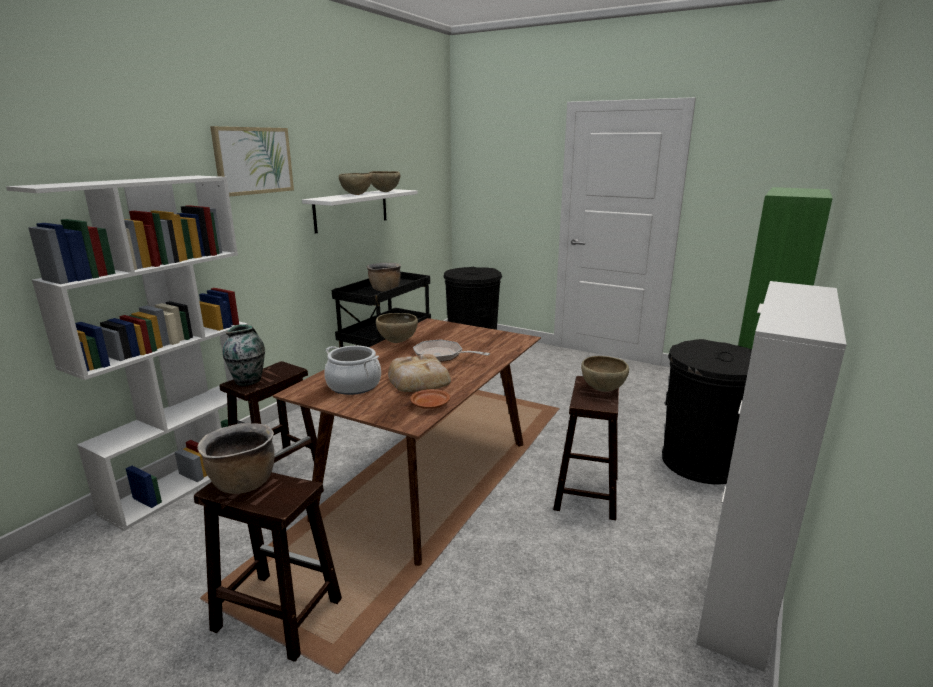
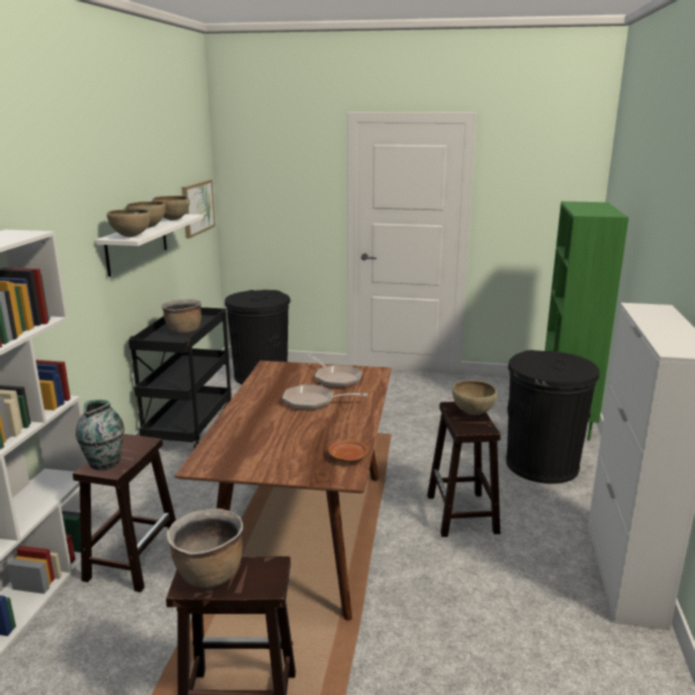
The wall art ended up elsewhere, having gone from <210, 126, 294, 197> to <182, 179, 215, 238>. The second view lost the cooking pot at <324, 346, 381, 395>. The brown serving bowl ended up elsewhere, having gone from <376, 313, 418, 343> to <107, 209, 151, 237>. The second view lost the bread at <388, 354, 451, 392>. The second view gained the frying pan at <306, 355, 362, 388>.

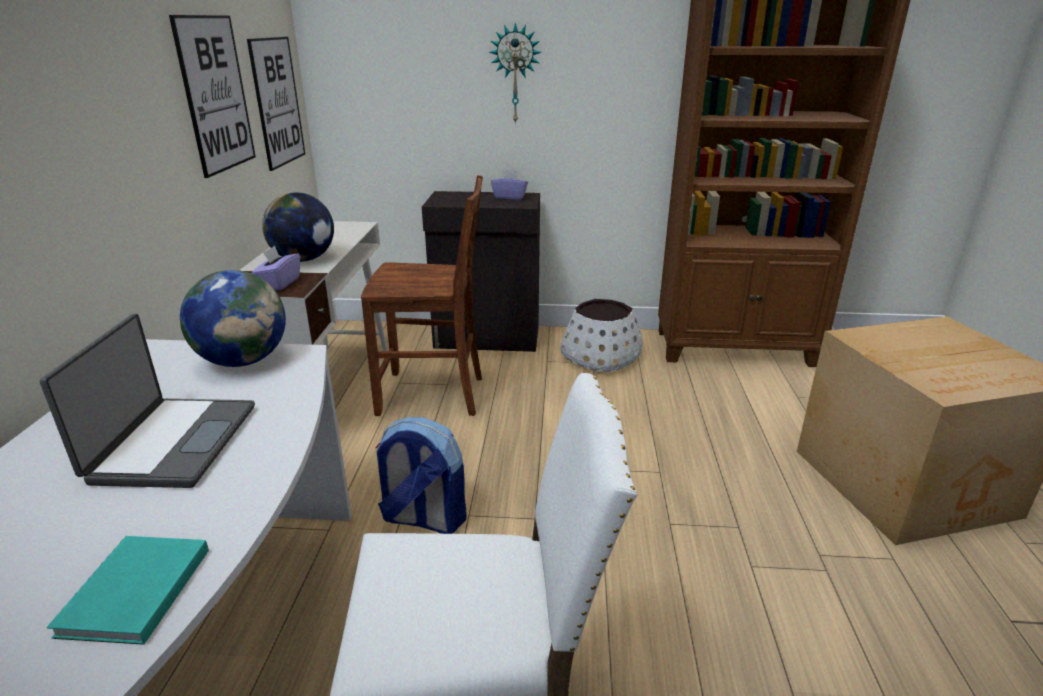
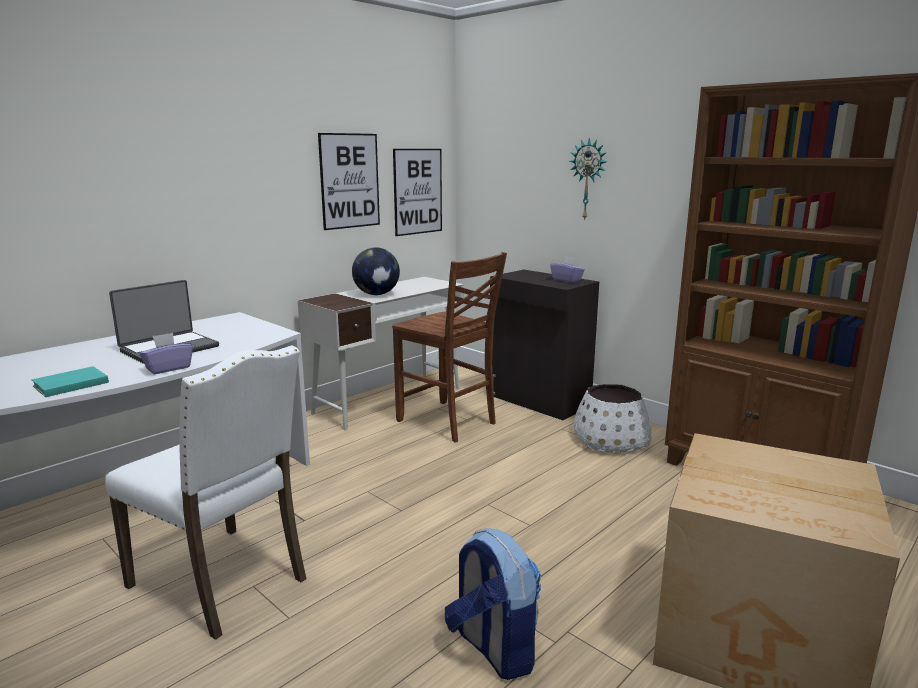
The second view lost the desk globe at <180, 270, 286, 367>. The purple tissue box ended up elsewhere, having gone from <252, 245, 300, 291> to <139, 333, 193, 374>. The backpack ended up elsewhere, having gone from <375, 417, 467, 534> to <445, 528, 541, 680>.

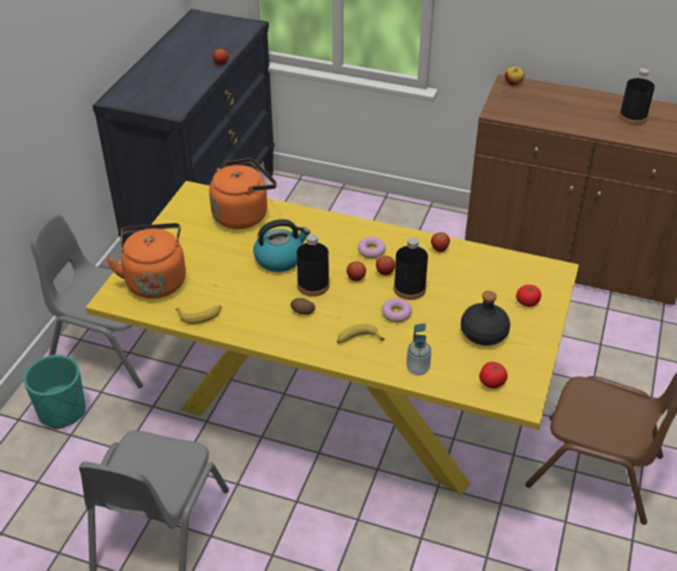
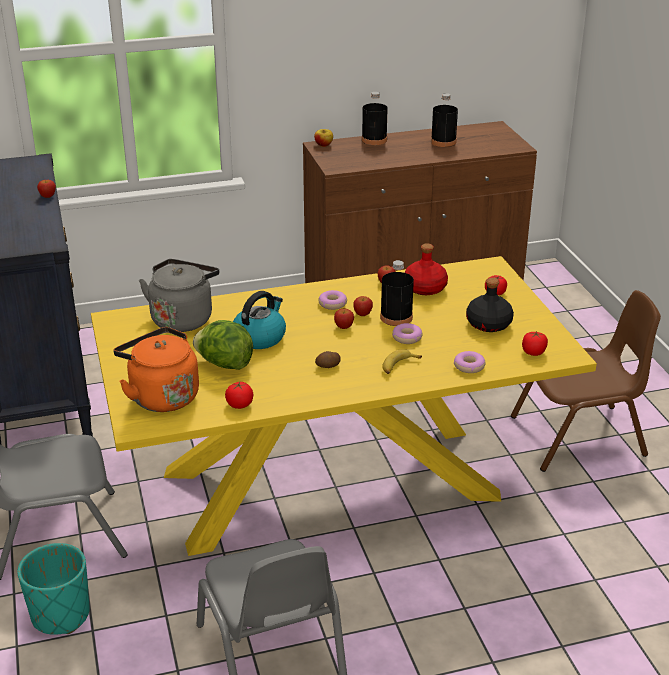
Where the whole banana stood at <175, 305, 222, 324>, the tomato came to stand at <225, 382, 253, 409>. What was the orange-coloured kettle at <209, 158, 277, 229> turned into the gray kettle at <139, 259, 219, 332>. The black-coloured bottle ended up elsewhere, having gone from <297, 234, 329, 297> to <362, 92, 388, 145>. Where the liquid soap bottle stood at <406, 323, 432, 375>, the doughnut came to stand at <454, 351, 486, 373>. The second view gained the lettuce head at <193, 320, 253, 370>. The second view gained the red bottle at <405, 243, 448, 295>.

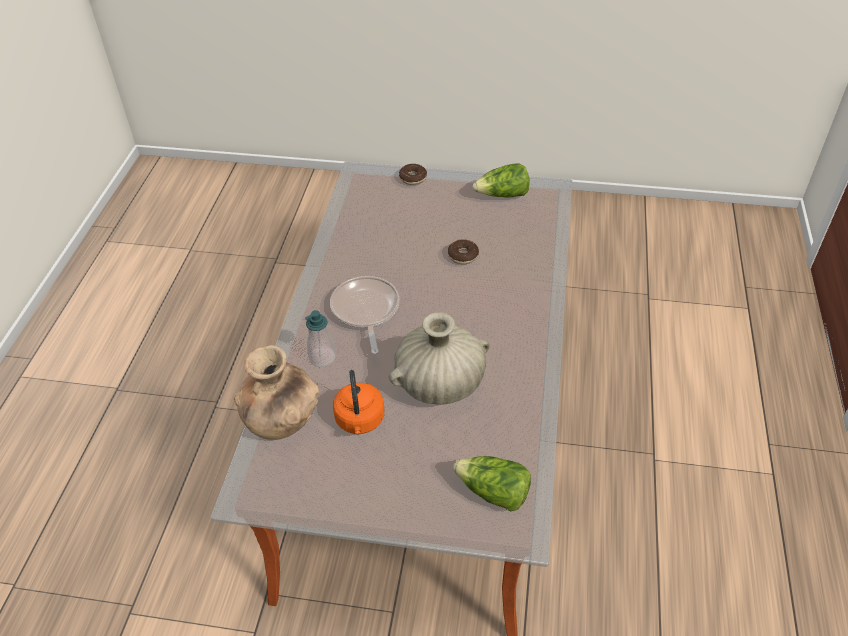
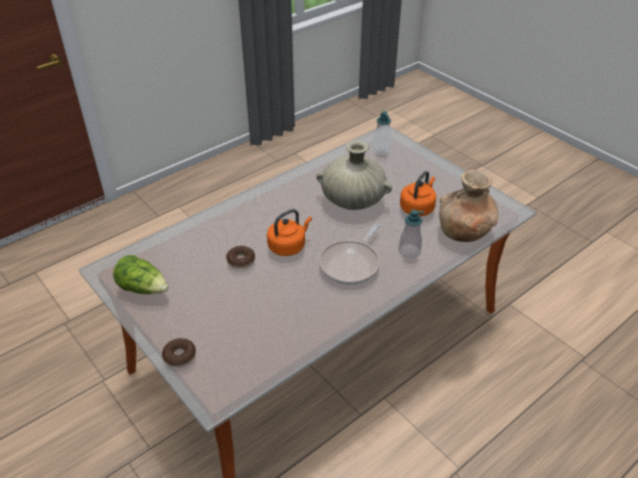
Where the lettuce head stood at <453, 456, 531, 511>, the liquid soap bottle came to stand at <372, 111, 391, 155>. The second view gained the orange-coloured kettle at <267, 209, 312, 256>.

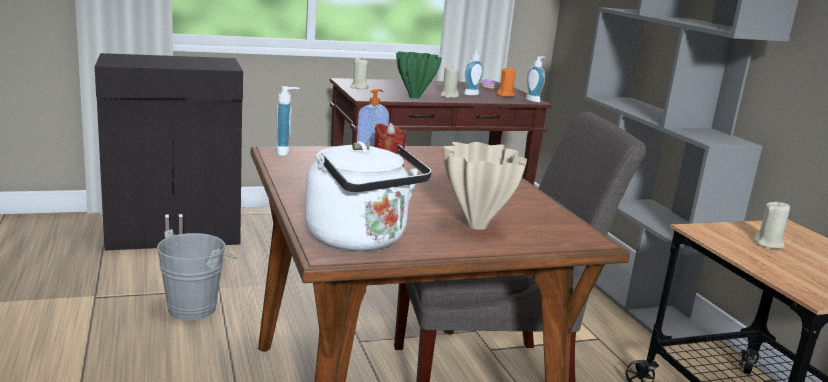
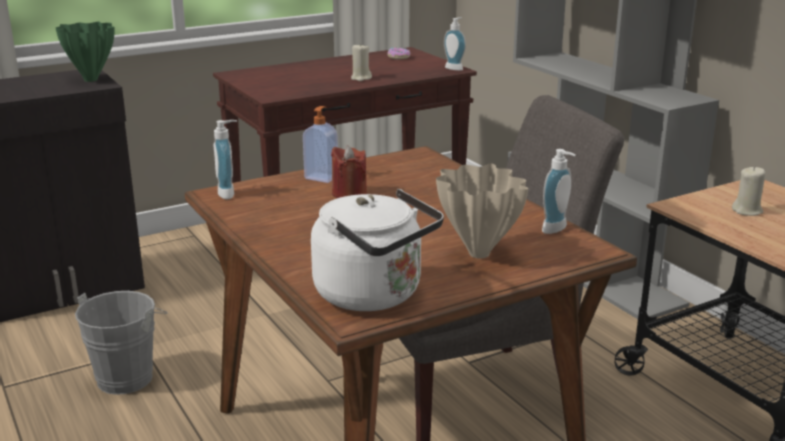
The second view lost the beige-coloured candle at <350, 57, 369, 89>. The greenish vase ended up elsewhere, having gone from <396, 51, 442, 99> to <56, 22, 115, 82>. The liquid soap bottle ended up elsewhere, having gone from <464, 50, 483, 95> to <542, 149, 576, 234>. The second view lost the orange-coloured candle at <497, 66, 516, 97>.

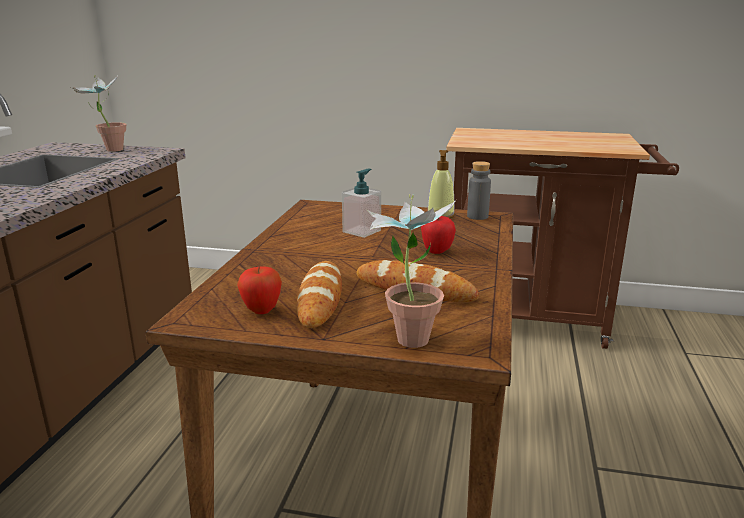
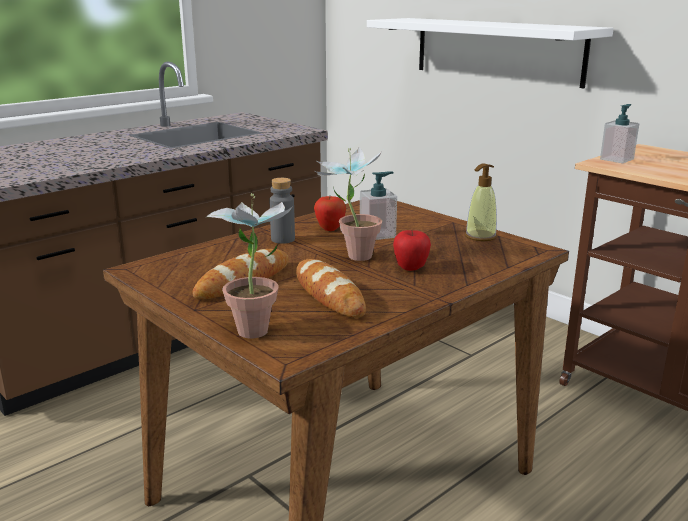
The plant in a pot ended up elsewhere, having gone from <71, 75, 126, 152> to <313, 147, 383, 261>. The apple ended up elsewhere, having gone from <237, 267, 282, 314> to <314, 196, 346, 231>. The gray bottle ended up elsewhere, having gone from <467, 161, 491, 220> to <270, 178, 295, 244>. The second view gained the white wall shelf at <367, 18, 614, 88>. The second view gained the liquid soap bottle at <600, 104, 639, 163>.

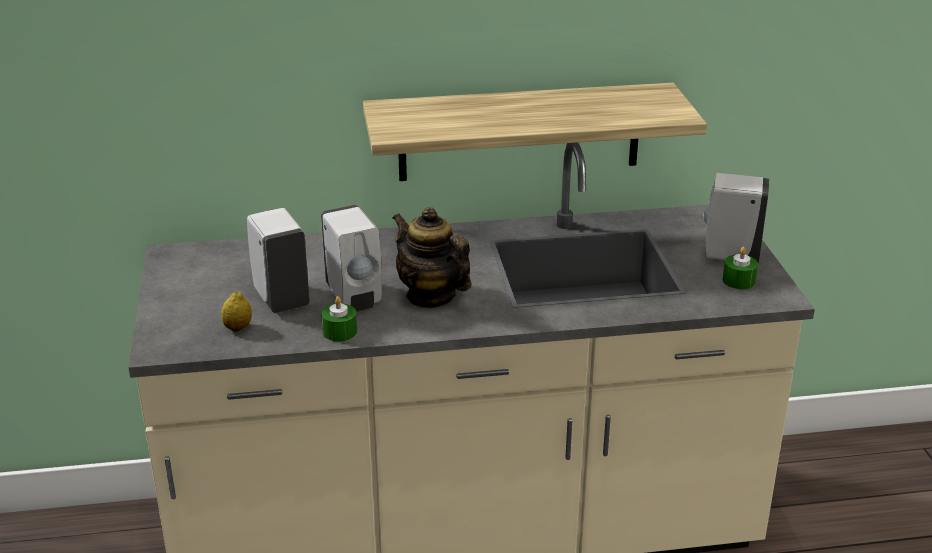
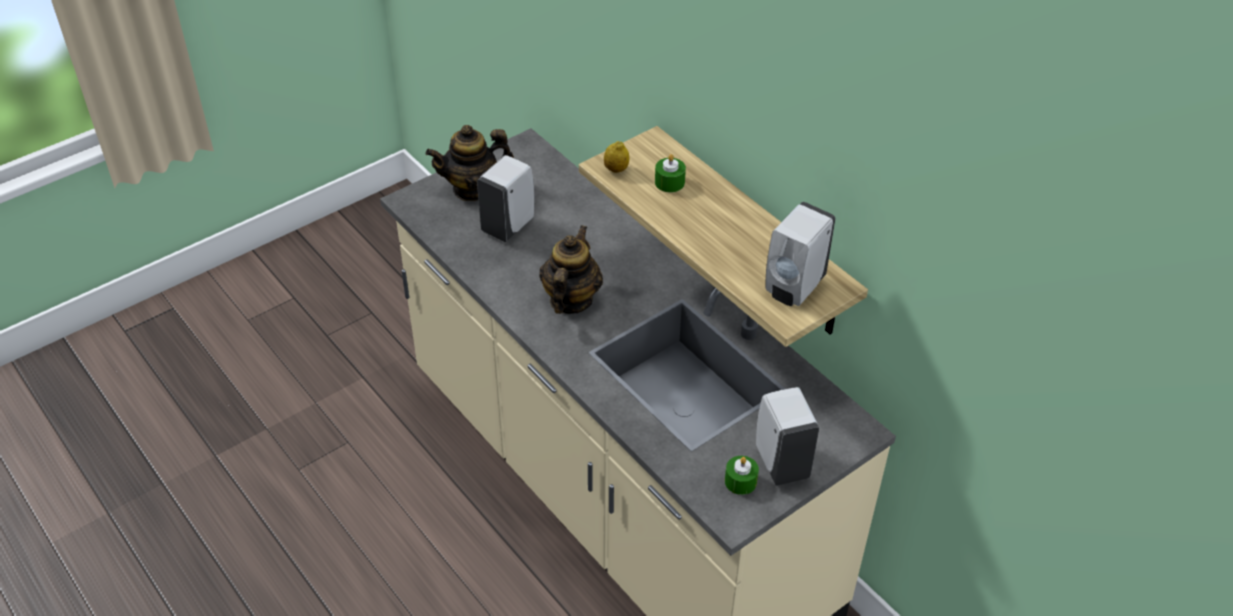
The citrus fruit ended up elsewhere, having gone from <221, 291, 252, 332> to <604, 141, 629, 173>. The white liquid soap bottle ended up elsewhere, having gone from <321, 205, 382, 311> to <765, 202, 835, 306>. The greenish candle ended up elsewhere, having gone from <321, 296, 357, 342> to <655, 154, 686, 193>. The second view gained the pot for tea at <426, 125, 514, 201>.

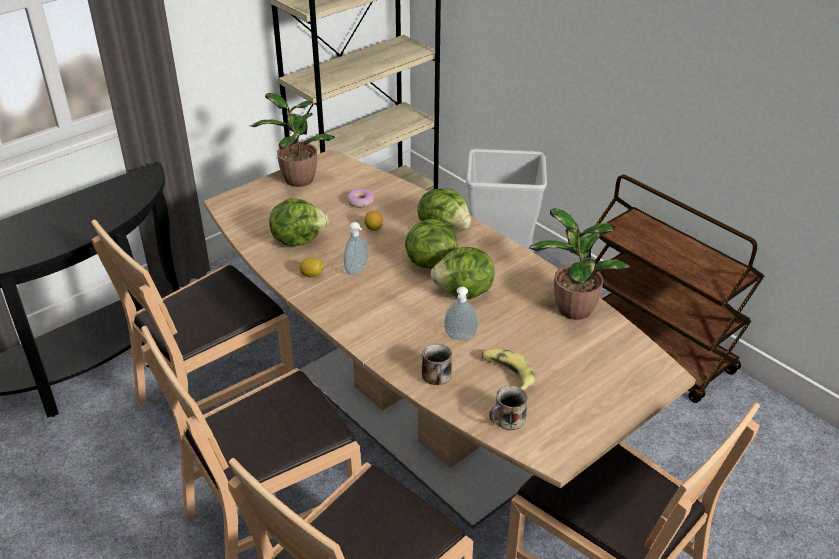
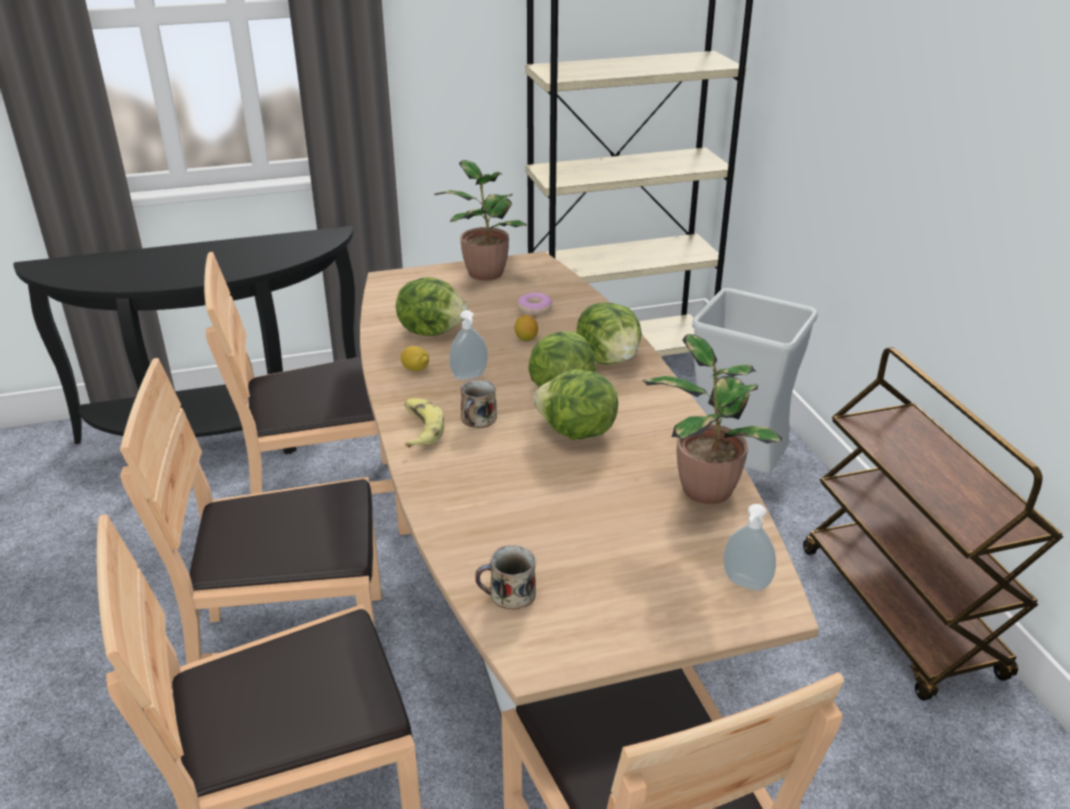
The mug ended up elsewhere, having gone from <422, 343, 452, 385> to <460, 379, 497, 428>. The liquid soap bottle ended up elsewhere, having gone from <444, 287, 478, 340> to <723, 504, 776, 591>. The whole banana ended up elsewhere, having gone from <481, 348, 535, 390> to <404, 398, 444, 448>.

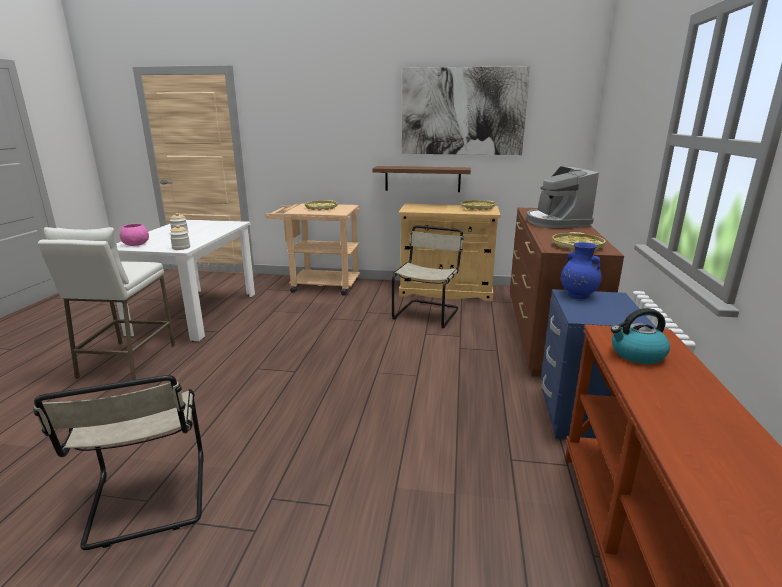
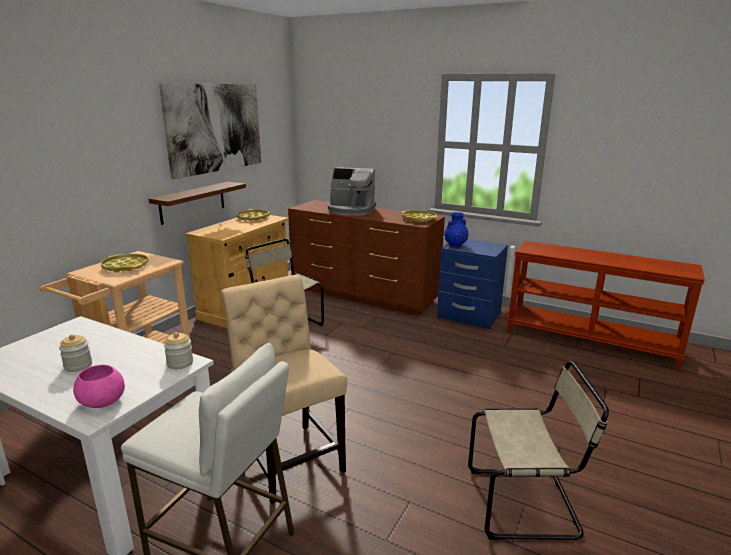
The second view lost the kettle at <611, 308, 670, 364>. The second view gained the beige-coloured plain chair at <221, 275, 347, 504>.

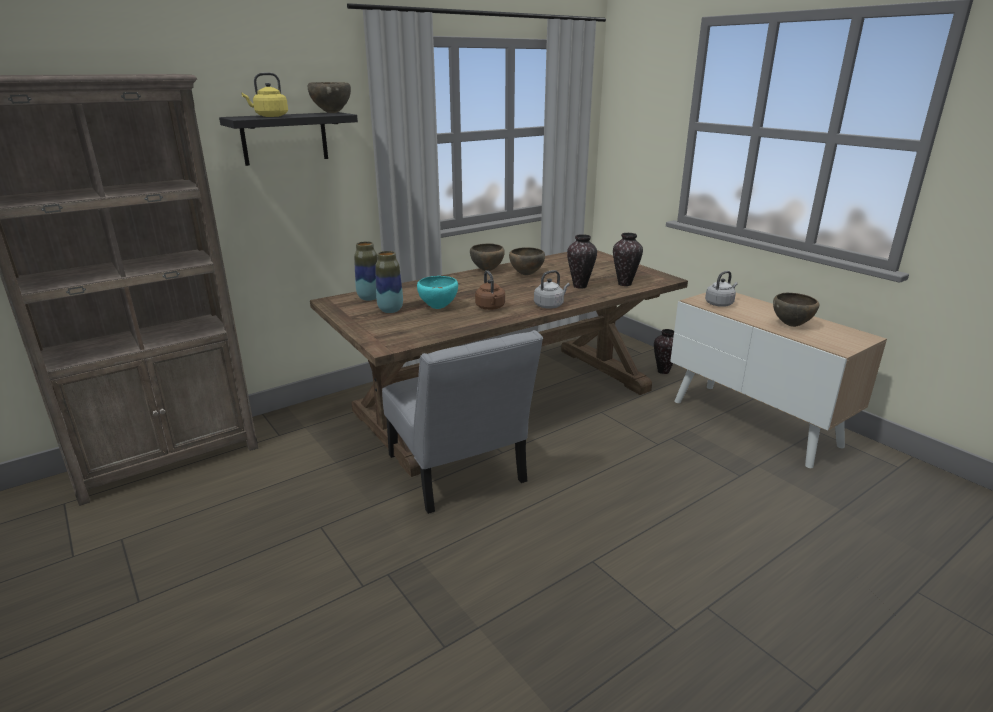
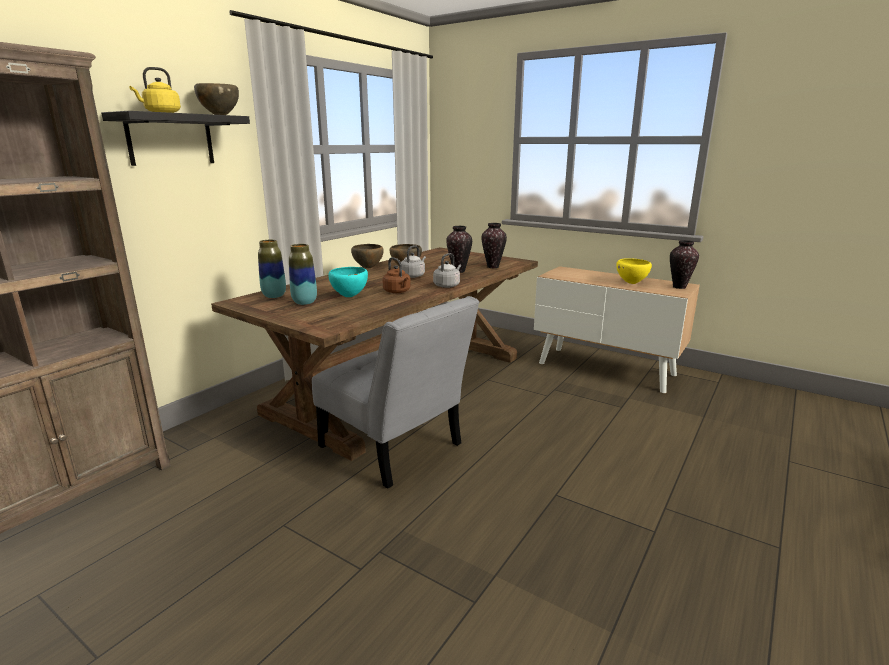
The vase ended up elsewhere, having gone from <654, 329, 674, 374> to <670, 240, 699, 289>. The gray kettle ended up elsewhere, having gone from <705, 271, 738, 307> to <401, 245, 426, 278>. What was the brown serving bowl at <773, 293, 819, 327> turned into the yellow-coloured serving bowl at <616, 258, 652, 284>.

